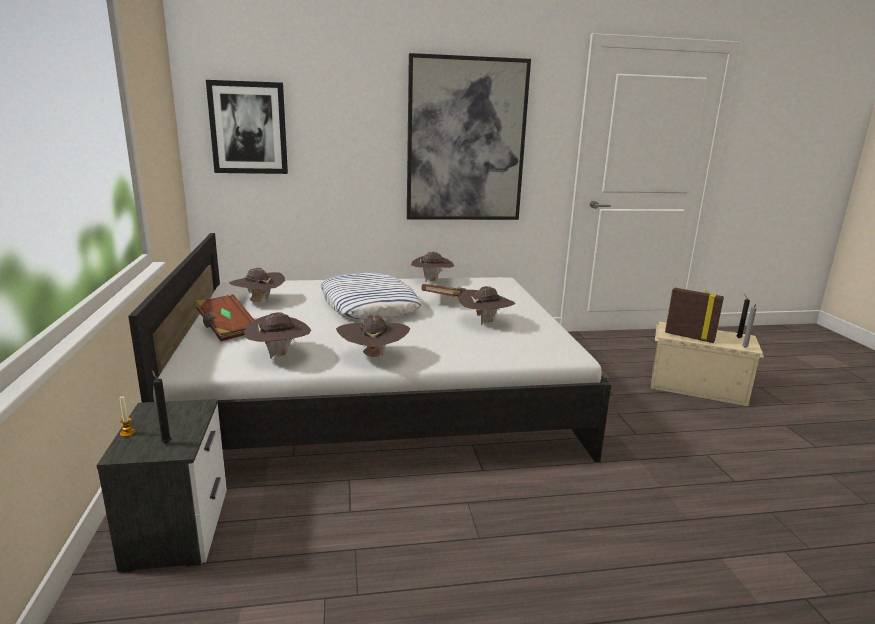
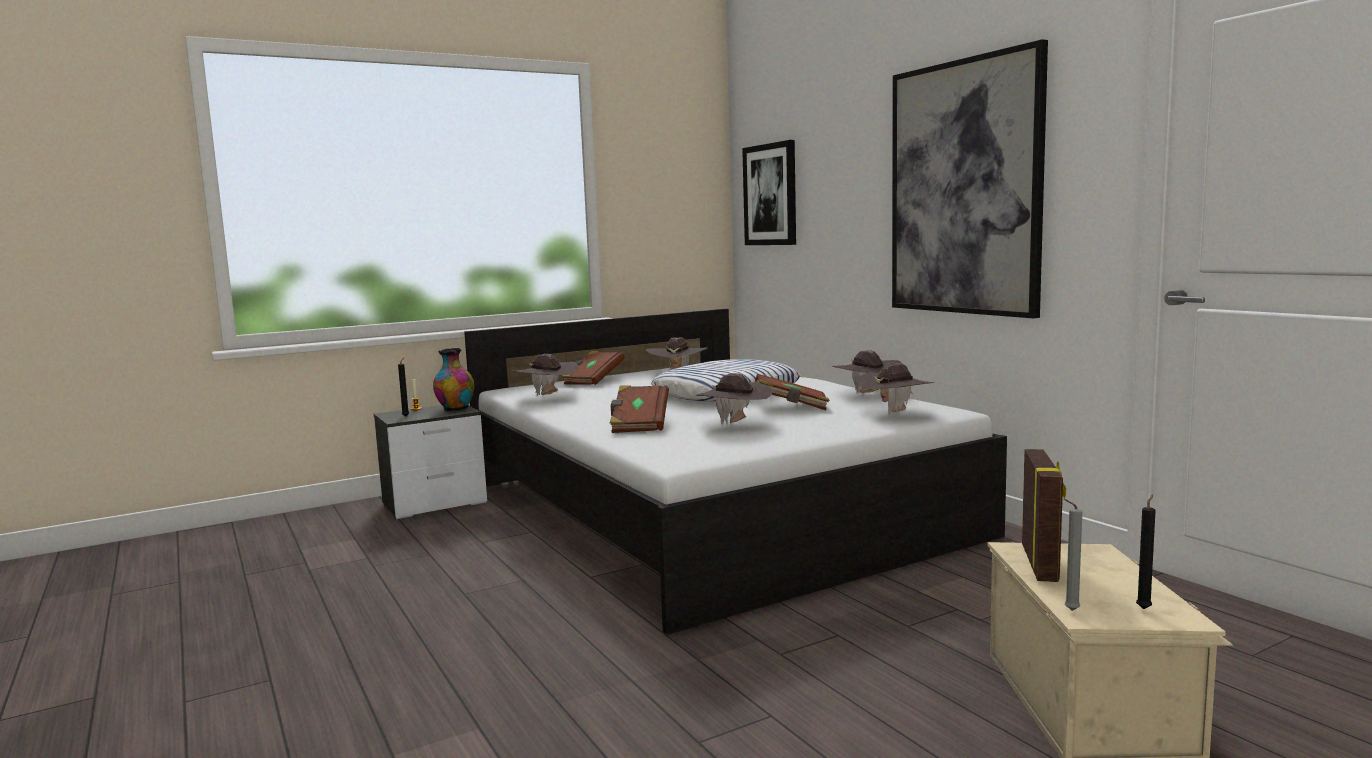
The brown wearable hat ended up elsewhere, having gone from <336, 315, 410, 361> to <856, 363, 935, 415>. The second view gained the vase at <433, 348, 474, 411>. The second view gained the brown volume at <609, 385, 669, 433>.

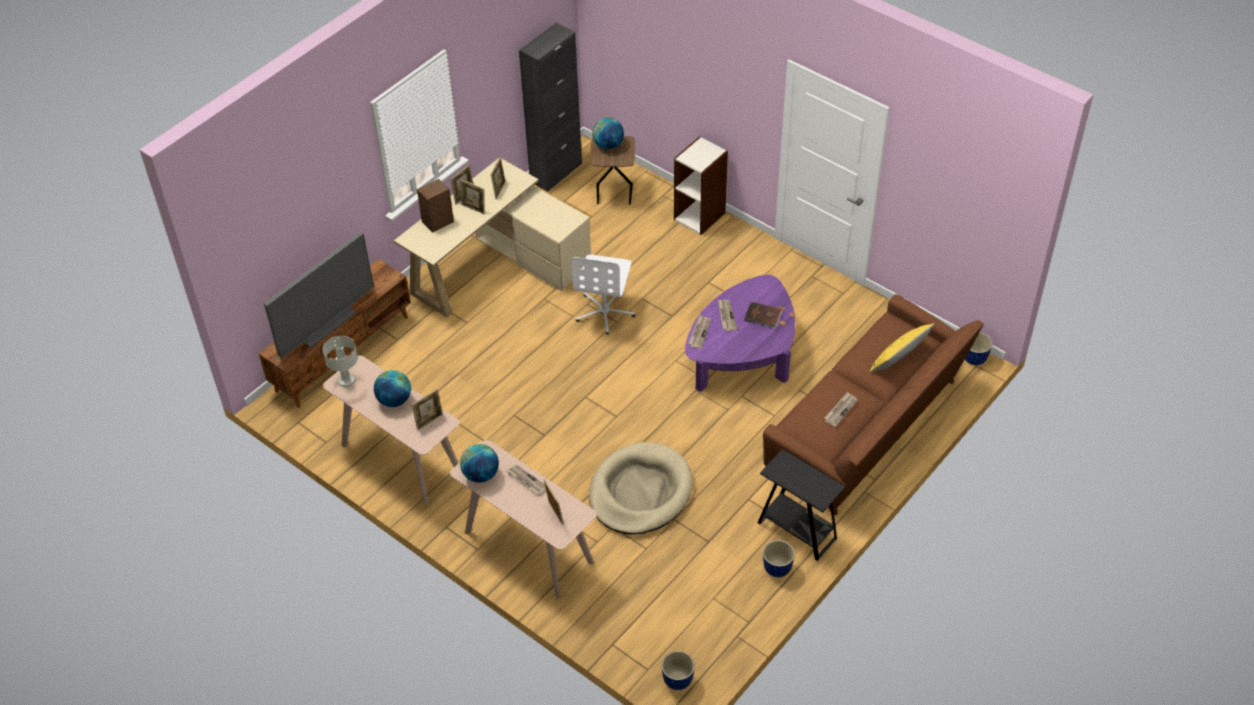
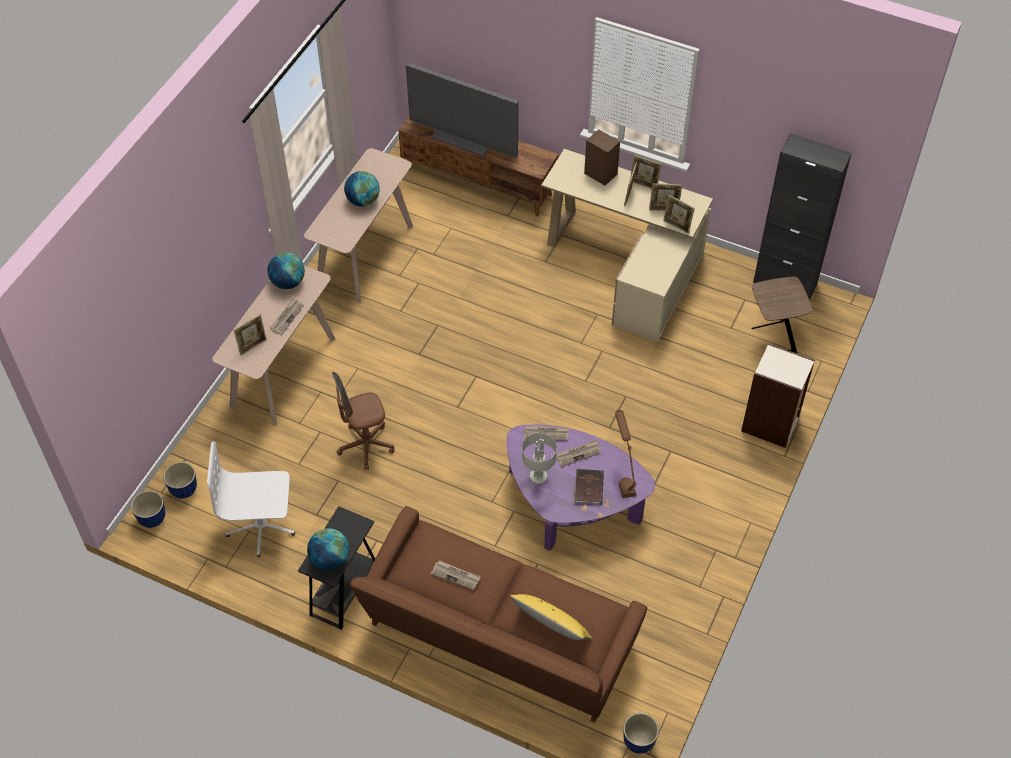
The gray table lamp ended up elsewhere, having gone from <323, 336, 358, 387> to <522, 433, 557, 484>. The photo frame ended up elsewhere, having gone from <412, 389, 443, 430> to <663, 195, 695, 234>. The white desk chair ended up elsewhere, having gone from <572, 255, 635, 335> to <207, 442, 295, 557>. Where the beige-coloured dog bed stood at <589, 442, 693, 535>, the brown desk chair came to stand at <332, 372, 395, 470>. The desk globe ended up elsewhere, having gone from <592, 118, 624, 149> to <307, 528, 349, 571>. The flower pot ended up elsewhere, having gone from <763, 540, 795, 577> to <163, 462, 197, 499>. The second view gained the brown table lamp at <615, 410, 637, 498>.

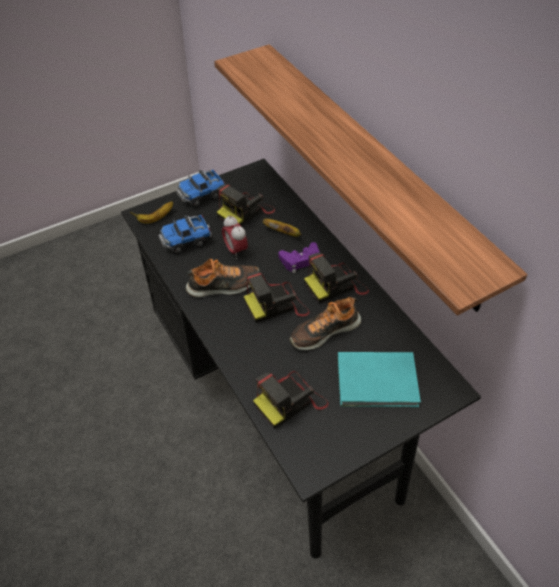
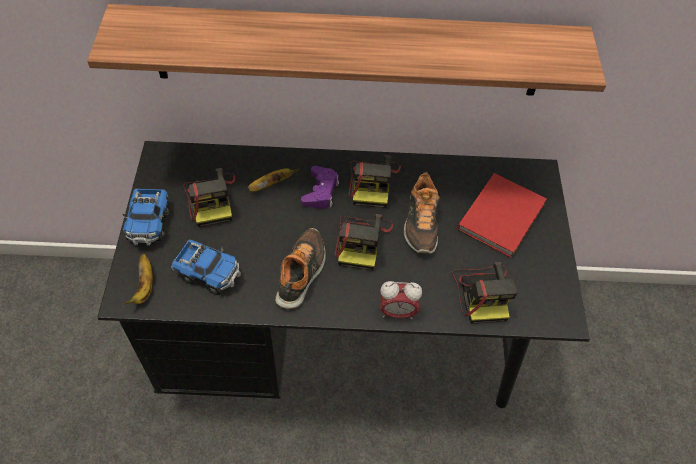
The toy lorry at <158, 215, 212, 255> ended up facing another way, 75 degrees counterclockwise from before. The table clock ended up elsewhere, having gone from <222, 215, 248, 259> to <380, 281, 422, 319>. What was the turquoise-coloured volume at <337, 352, 421, 407> turned into the red volume at <457, 173, 547, 258>.

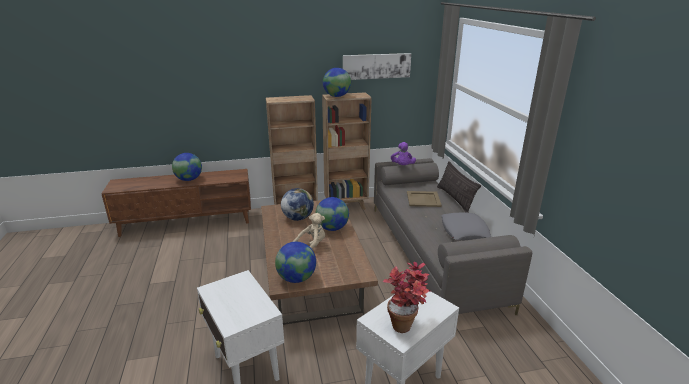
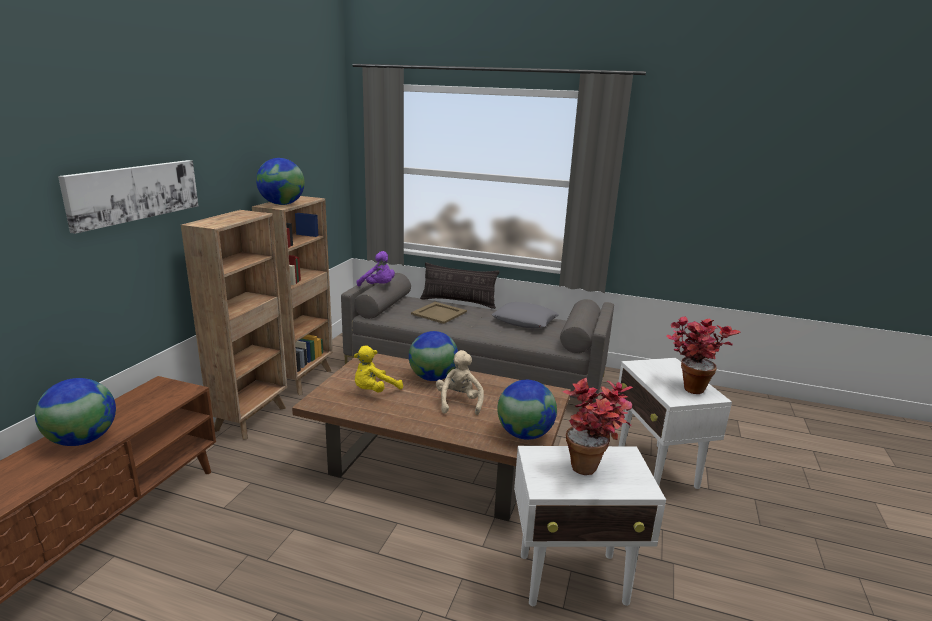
Where the desk globe stood at <281, 188, 314, 221>, the yellow-coloured cuddly toy came to stand at <354, 346, 403, 392>. The wall art ended up elsewhere, having gone from <343, 53, 411, 80> to <58, 160, 198, 234>. The second view gained the plant in a pot at <562, 377, 633, 475>.

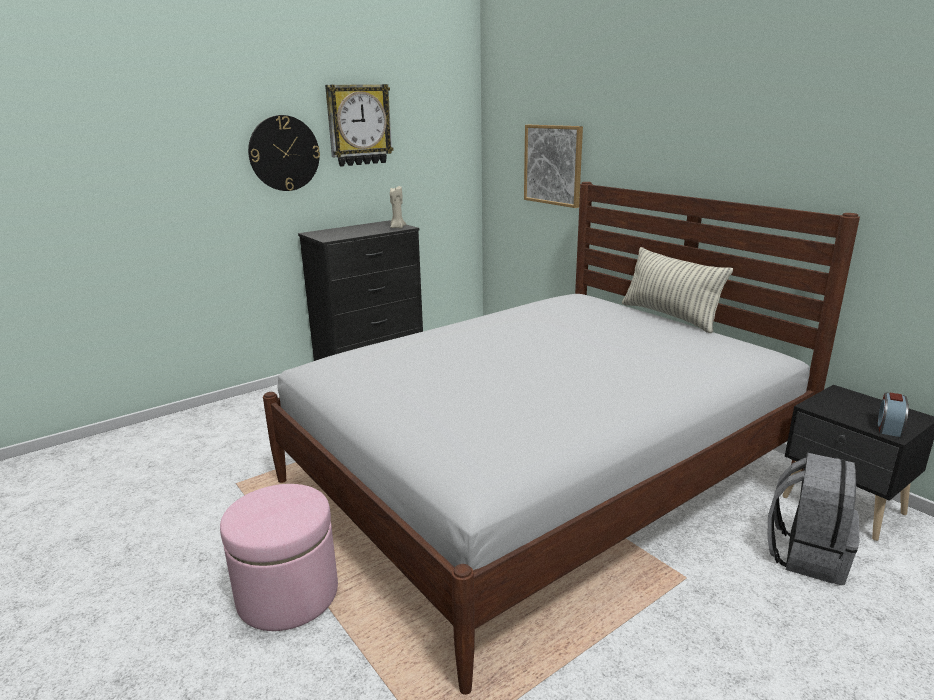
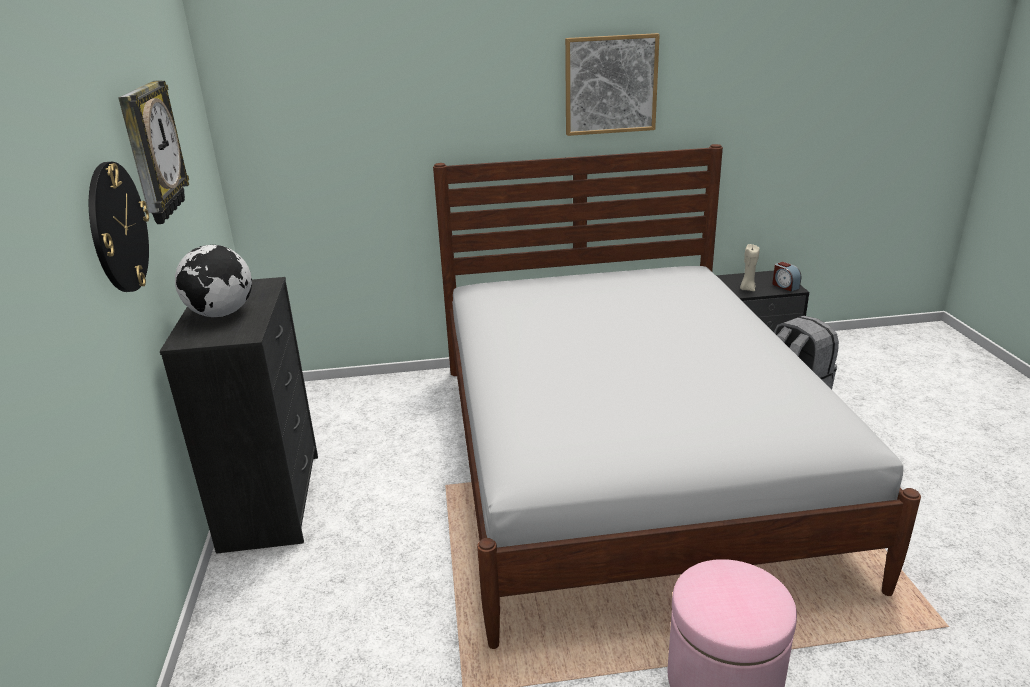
The beige-coloured candle ended up elsewhere, having gone from <390, 186, 406, 229> to <740, 244, 760, 291>. The wall art ended up elsewhere, having gone from <524, 125, 583, 208> to <565, 33, 660, 136>. The second view lost the pillow at <622, 247, 733, 333>. The second view gained the desk globe at <175, 245, 252, 317>.

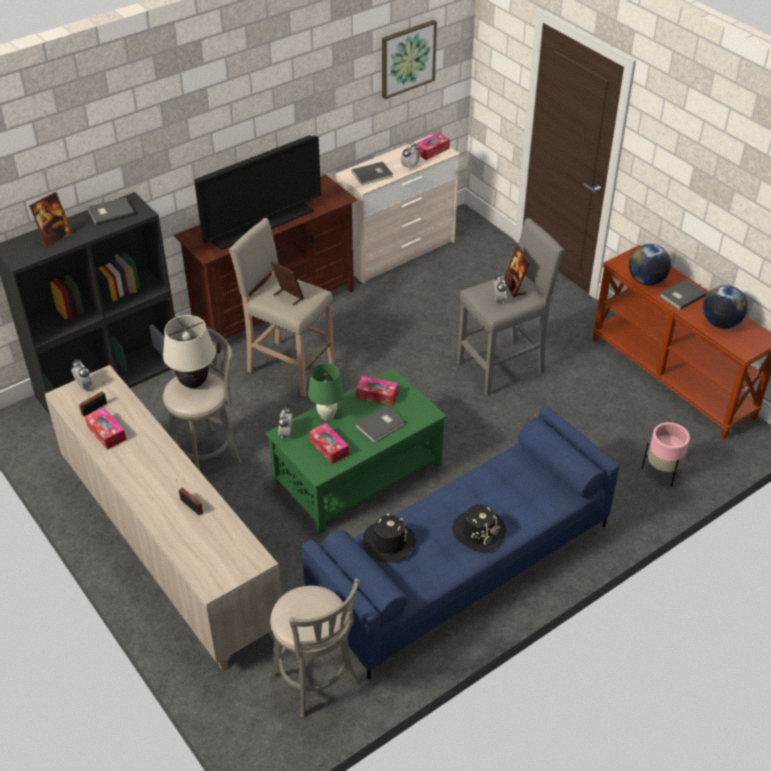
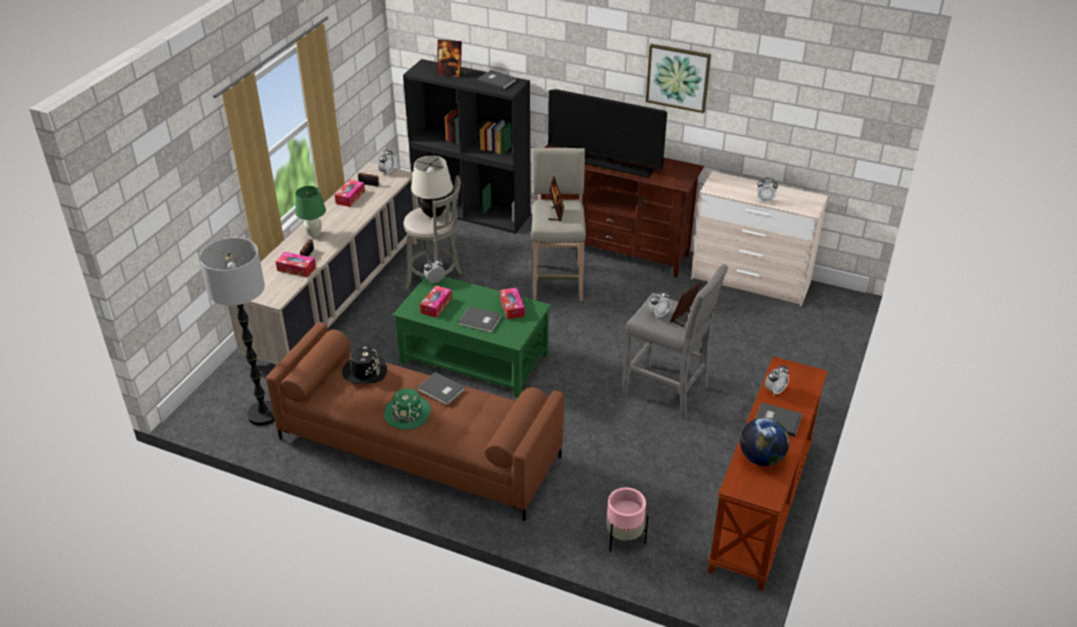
Where the gray sitting stool stood at <269, 579, 360, 718>, the standing lamp came to stand at <200, 238, 275, 426>. What was the blue settee at <302, 406, 619, 680> turned into the brown settee at <266, 322, 564, 521>. The greenish table lamp ended up elsewhere, having gone from <308, 363, 344, 421> to <295, 186, 326, 237>. The gray volume ended up elsewhere, having gone from <352, 162, 393, 185> to <418, 372, 465, 405>. The wall art ended up elsewhere, having gone from <382, 20, 437, 99> to <646, 44, 711, 113>. The tissue box ended up elsewhere, having gone from <416, 133, 450, 160> to <276, 252, 316, 277>. What was the black-coloured wearable hat at <452, 505, 506, 552> turned into the greenish wearable hat at <384, 388, 431, 430>. Where the desk globe stood at <629, 244, 671, 285>, the table clock came to stand at <765, 365, 789, 396>.

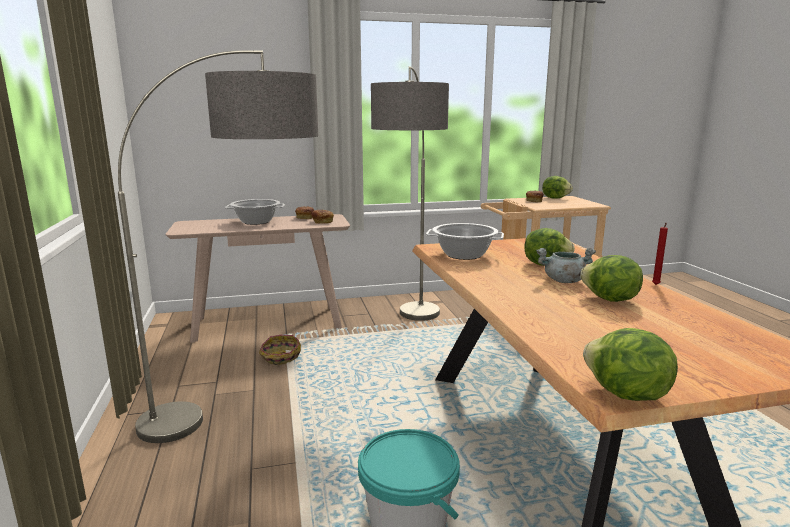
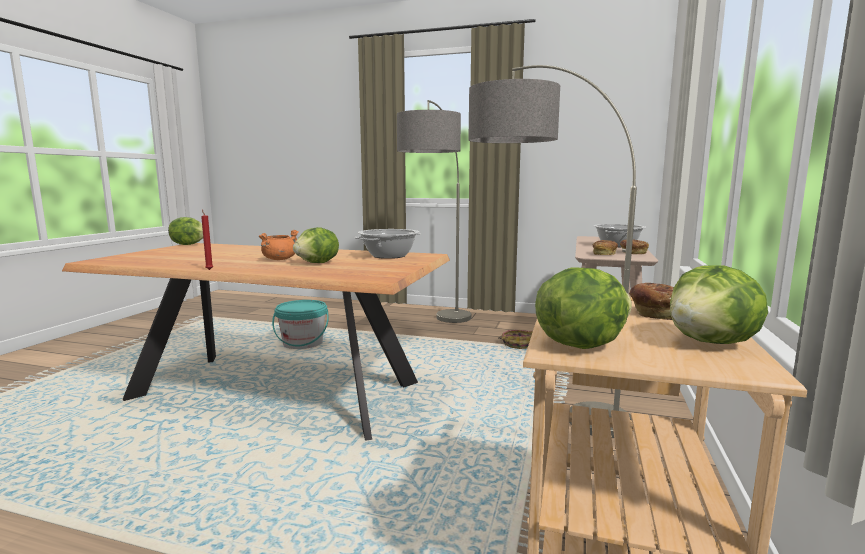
What was the gray cooking pot at <537, 248, 596, 283> turned into the orange-coloured cooking pot at <259, 230, 299, 260>. The lettuce head ended up elsewhere, having gone from <580, 255, 643, 302> to <535, 267, 632, 349>.

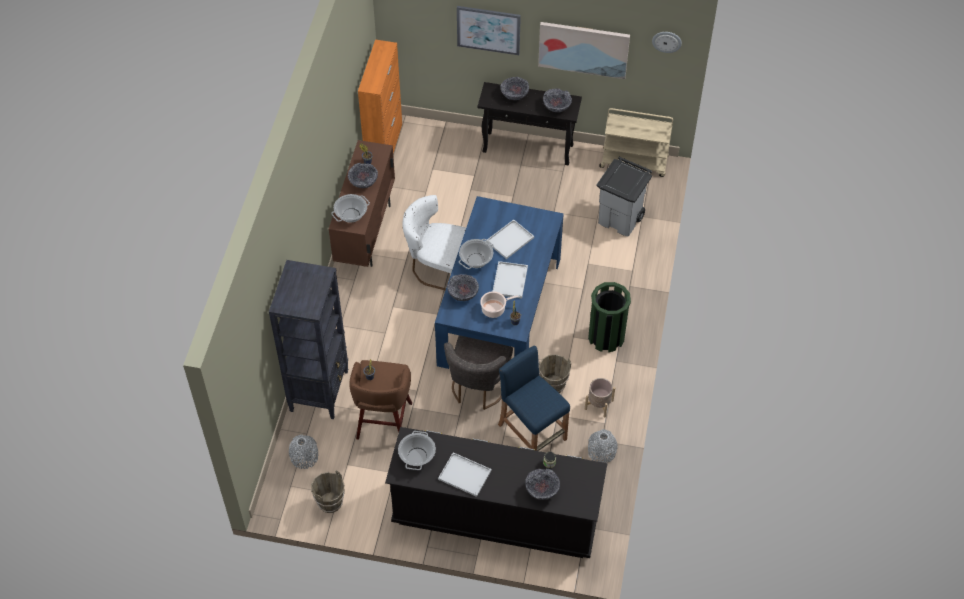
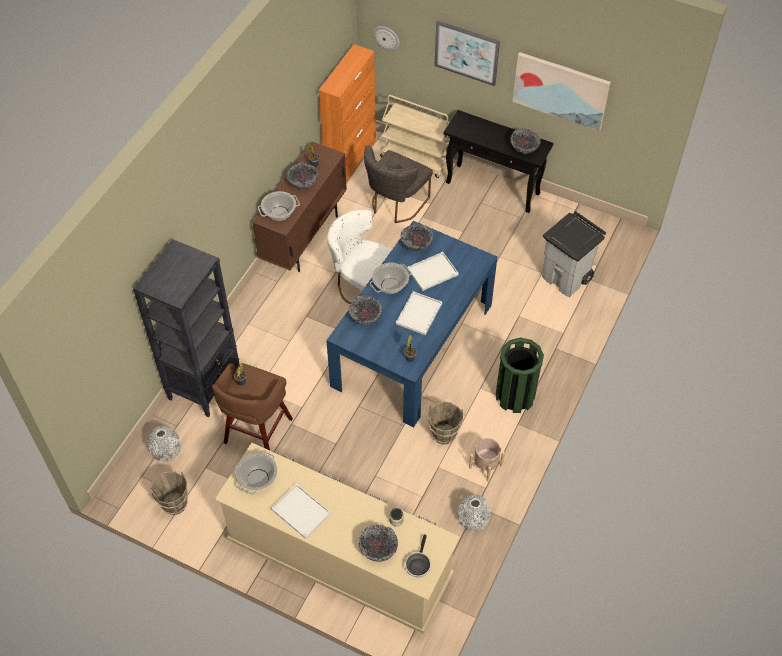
What was the black-coloured dresser at <385, 427, 607, 558> turned into the beige-coloured dresser at <215, 443, 460, 634>. The gray plain chair ended up elsewhere, having gone from <444, 335, 513, 410> to <364, 145, 433, 223>. The second view lost the cooking pot at <480, 291, 522, 318>. The second view lost the blue sitting stool at <498, 346, 570, 451>. The serving bowl ended up elsewhere, having gone from <500, 77, 529, 100> to <400, 224, 433, 251>. The beige-coloured wheeled cart ended up elsewhere, having gone from <599, 108, 673, 177> to <380, 95, 450, 178>. The clock on the wall ended up elsewhere, having gone from <652, 32, 682, 53> to <373, 26, 399, 51>. The second view gained the frying pan at <405, 534, 431, 577>.

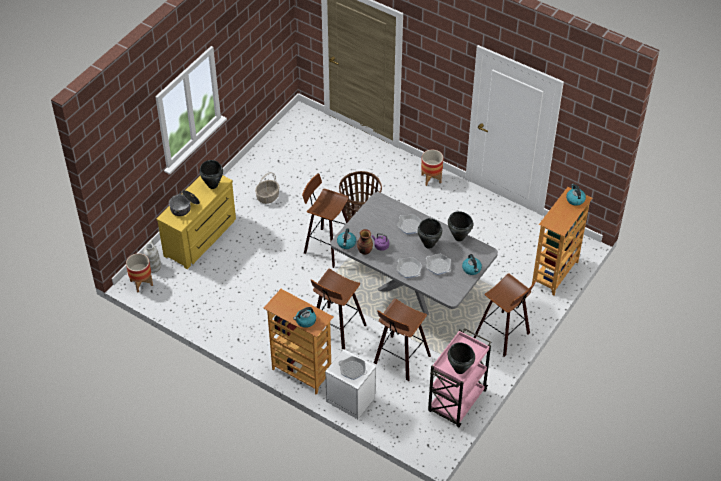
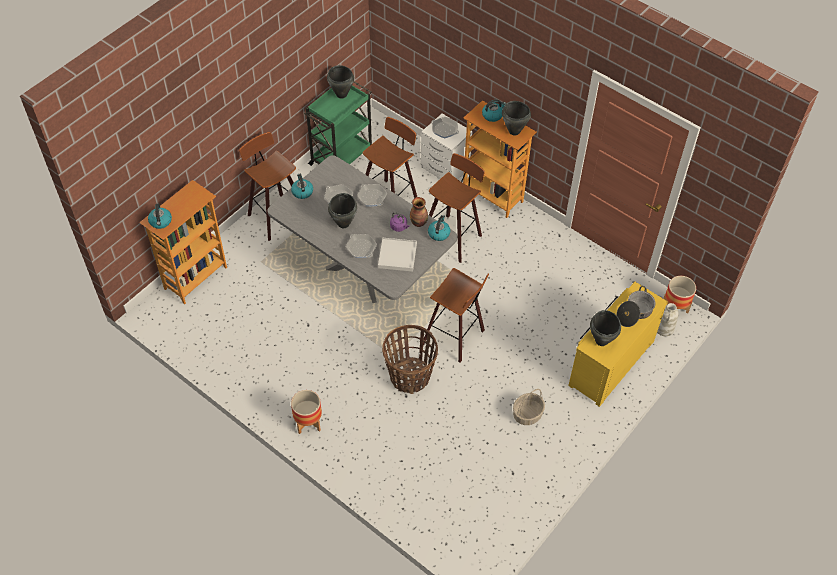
What was the pink wheeled cart at <428, 328, 491, 427> turned into the greenish wheeled cart at <304, 81, 372, 166>. The black-coloured cooking pot ended up elsewhere, having gone from <448, 211, 473, 241> to <502, 101, 531, 135>. The second view gained the white carrying tray at <378, 238, 417, 272>.

